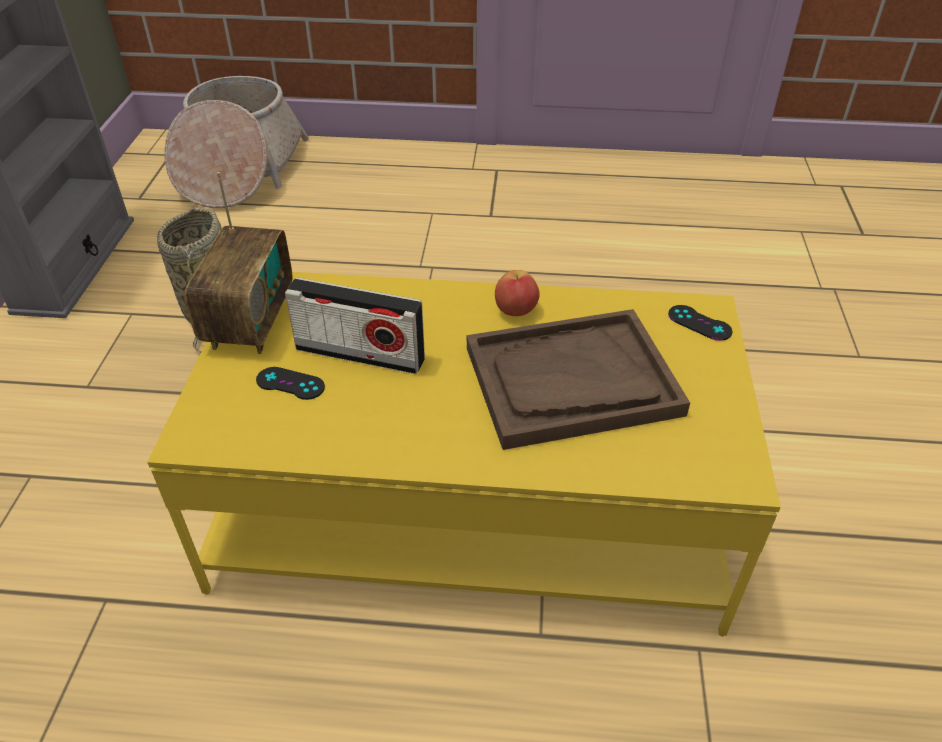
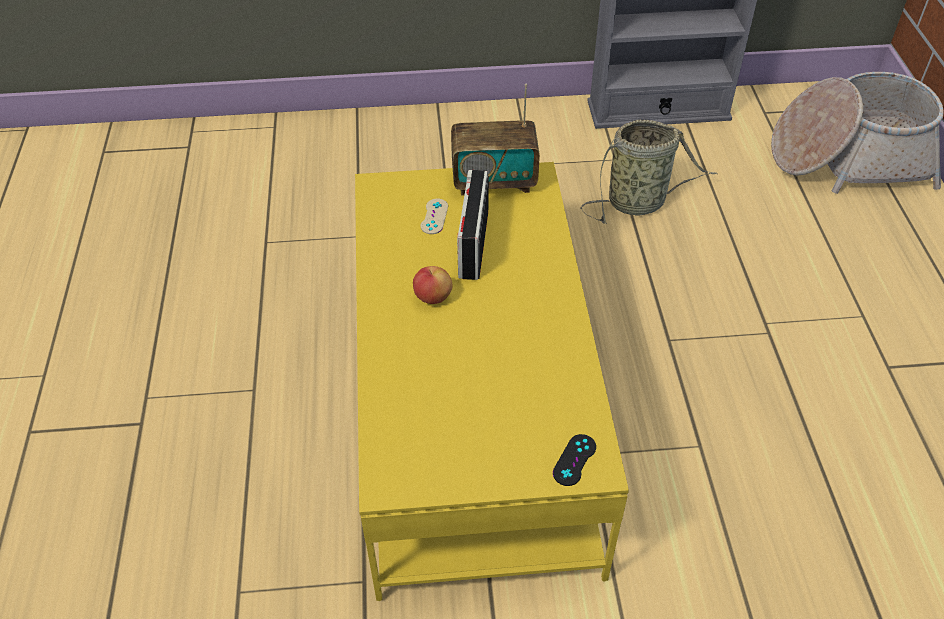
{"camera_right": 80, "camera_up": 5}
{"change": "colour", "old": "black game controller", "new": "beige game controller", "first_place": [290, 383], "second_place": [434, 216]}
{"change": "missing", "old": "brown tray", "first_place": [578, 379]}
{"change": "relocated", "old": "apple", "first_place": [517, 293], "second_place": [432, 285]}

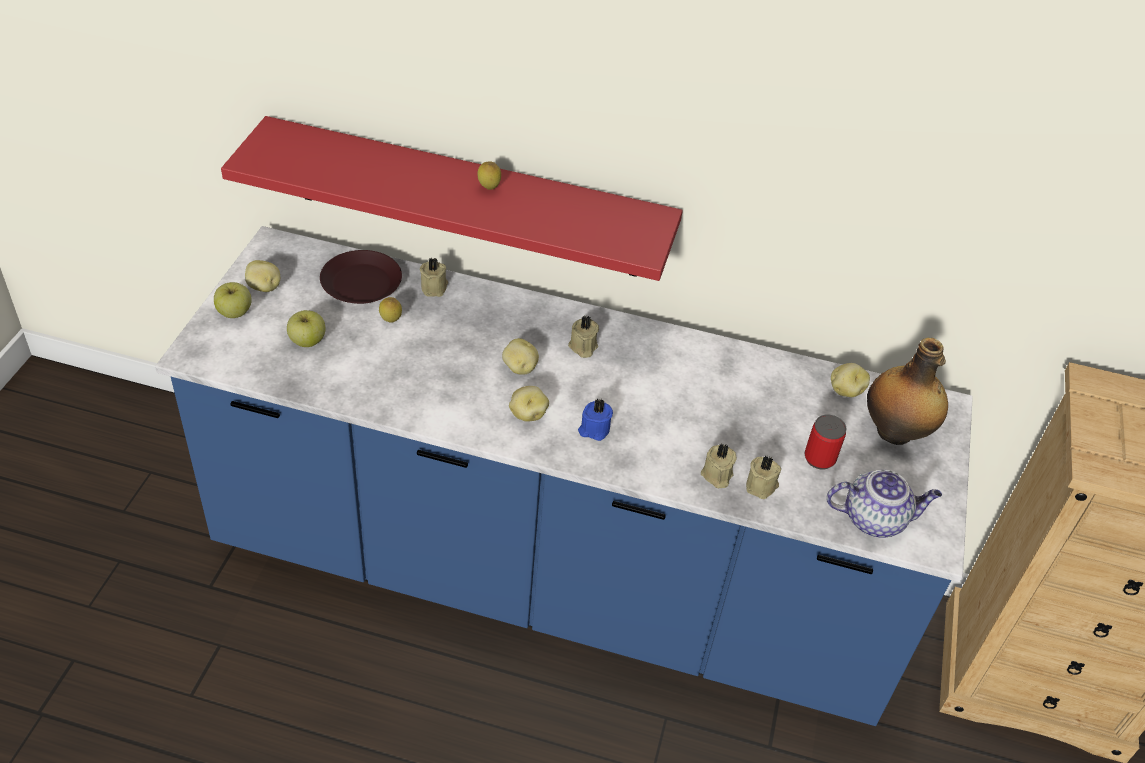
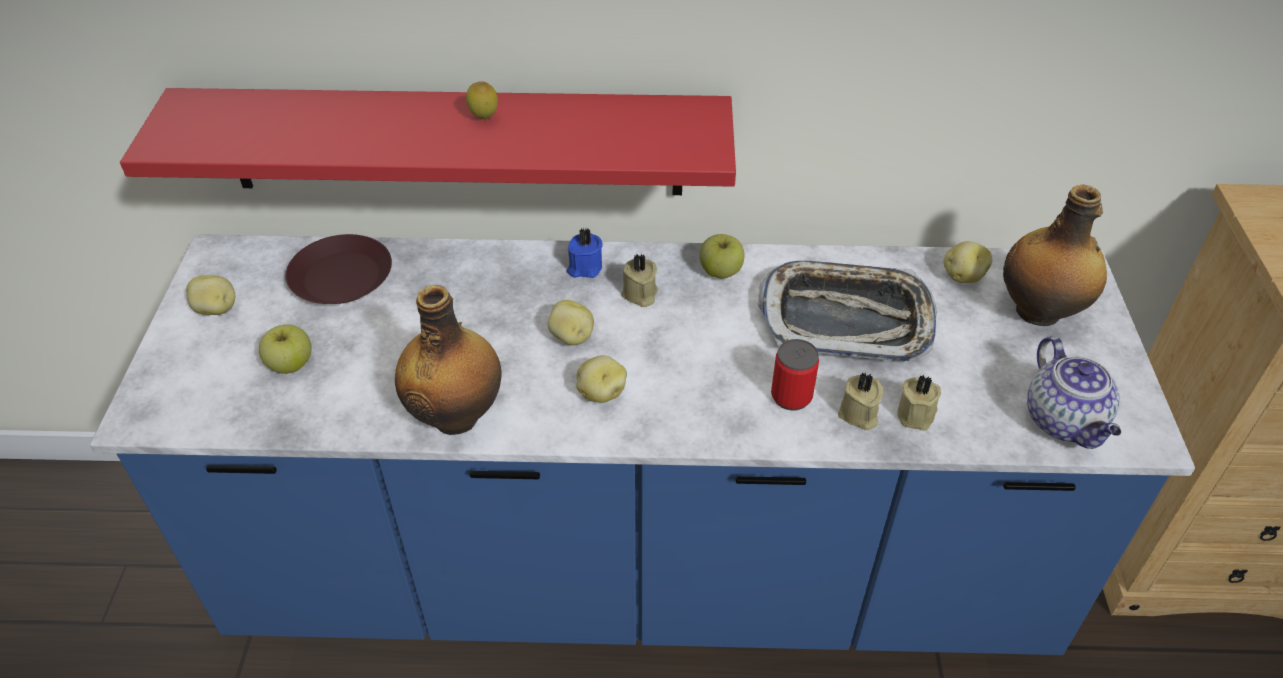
{"camera_right": -10, "camera_up": 0}
{"change": "relocated", "old": "apple", "first_place": [233, 300], "second_place": [722, 256]}
{"change": "missing", "old": "lemon", "first_place": [390, 310]}
{"change": "missing", "old": "beige candle", "first_place": [434, 277]}
{"change": "relocated", "old": "blue candle", "first_place": [595, 420], "second_place": [584, 252]}
{"change": "relocated", "old": "can", "first_place": [825, 442], "second_place": [795, 375]}
{"change": "spun", "old": "teapot", "first_place": [884, 503], "second_place": [1074, 392], "degrees": 90}
{"change": "appeared", "new": "bottle", "second_place": [448, 360]}
{"change": "appeared", "new": "tray", "second_place": [847, 311]}

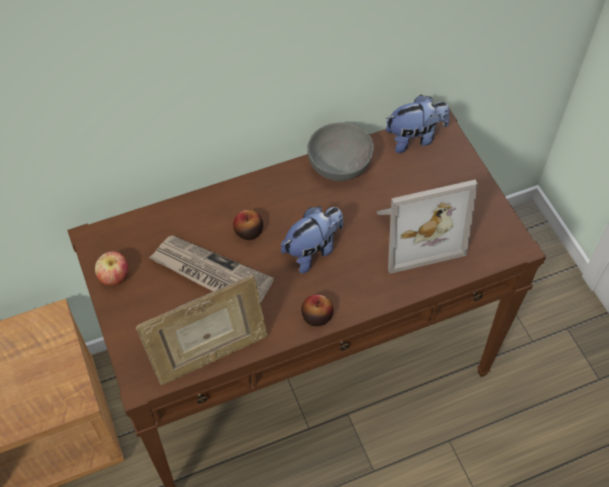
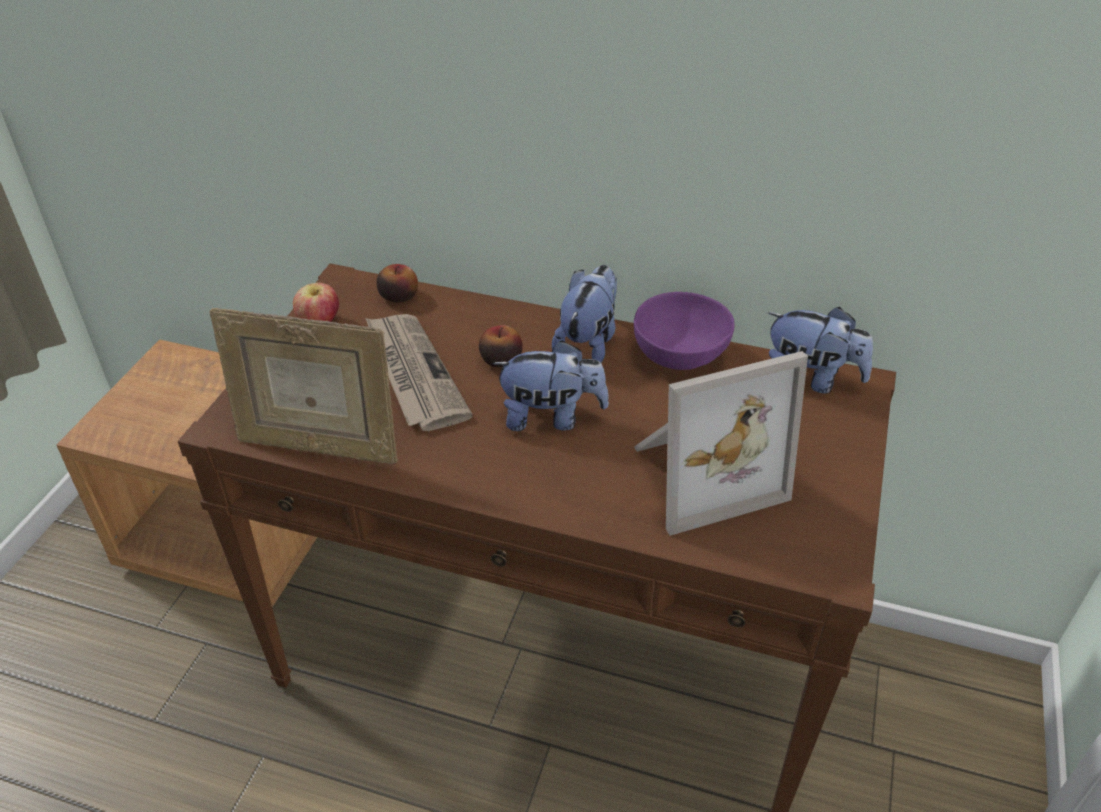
{"camera_right": 40, "camera_up": -15}
{"change": "relocated", "old": "apple", "first_place": [317, 310], "second_place": [397, 283]}
{"change": "colour", "old": "grey bowl", "new": "purple bowl", "first_place": [340, 151], "second_place": [684, 331]}
{"change": "spun", "old": "picture frame", "first_place": [427, 227], "second_place": [721, 443], "degrees": -45}
{"change": "appeared", "new": "plush toy", "second_place": [584, 314]}

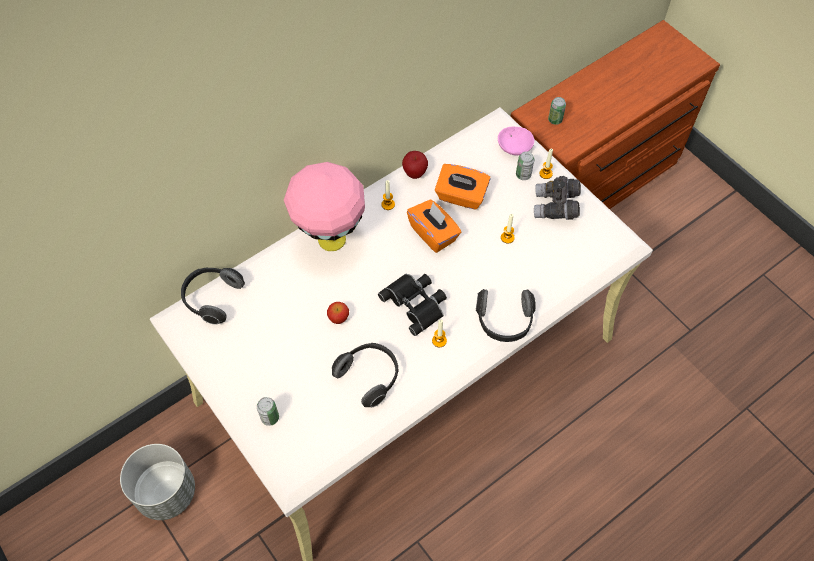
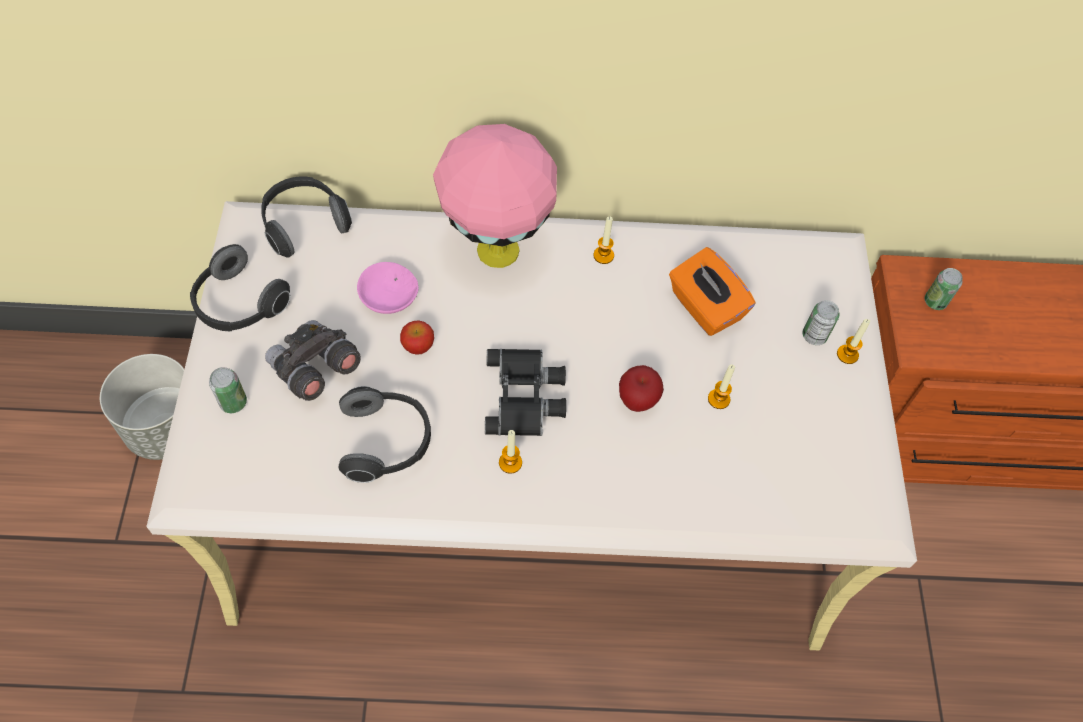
{"camera_right": 35, "camera_up": 0}
{"change": "relocated", "old": "apple", "first_place": [415, 165], "second_place": [641, 388]}
{"change": "missing", "old": "orange tissue box", "first_place": [434, 226]}
{"change": "relocated", "old": "headphones", "first_place": [506, 315], "second_place": [240, 287]}
{"change": "relocated", "old": "pink bowl", "first_place": [516, 141], "second_place": [387, 288]}
{"change": "relocated", "old": "grey binoculars", "first_place": [557, 198], "second_place": [313, 360]}

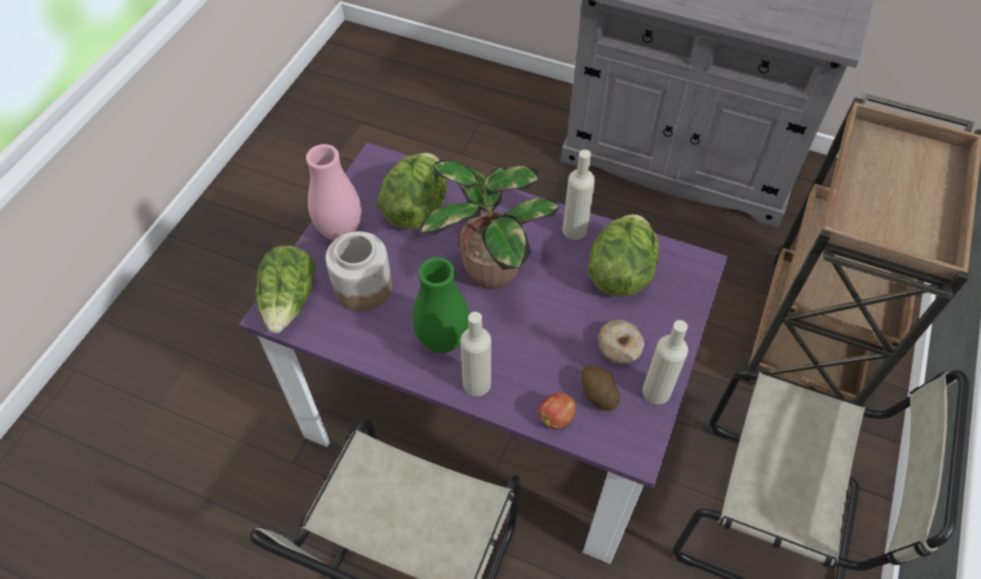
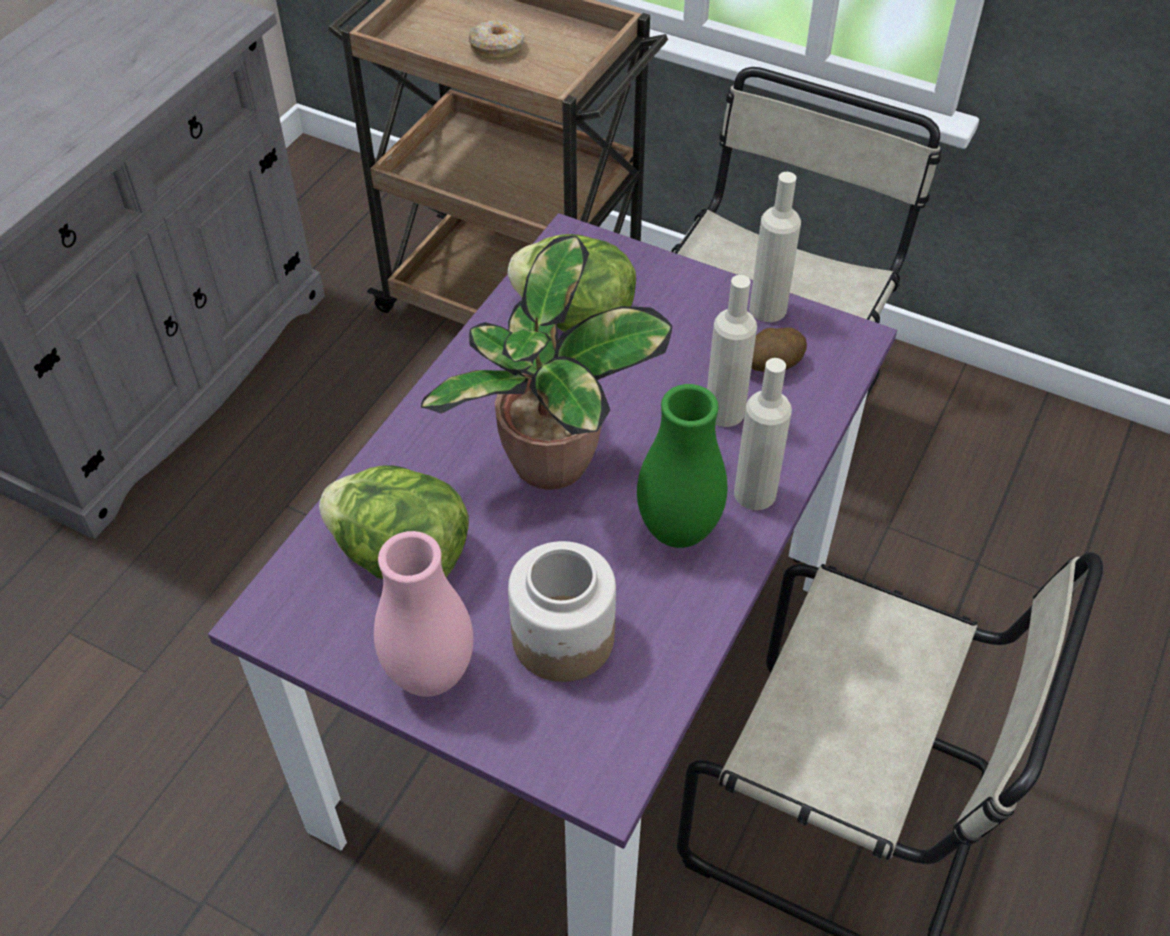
{"camera_right": -85, "camera_up": -5}
{"change": "missing", "old": "lettuce", "first_place": [286, 289]}
{"change": "missing", "old": "apple", "first_place": [557, 411]}
{"change": "relocated", "old": "beige bottle", "first_place": [578, 195], "second_place": [732, 351]}
{"change": "relocated", "old": "donut", "first_place": [621, 342], "second_place": [496, 40]}

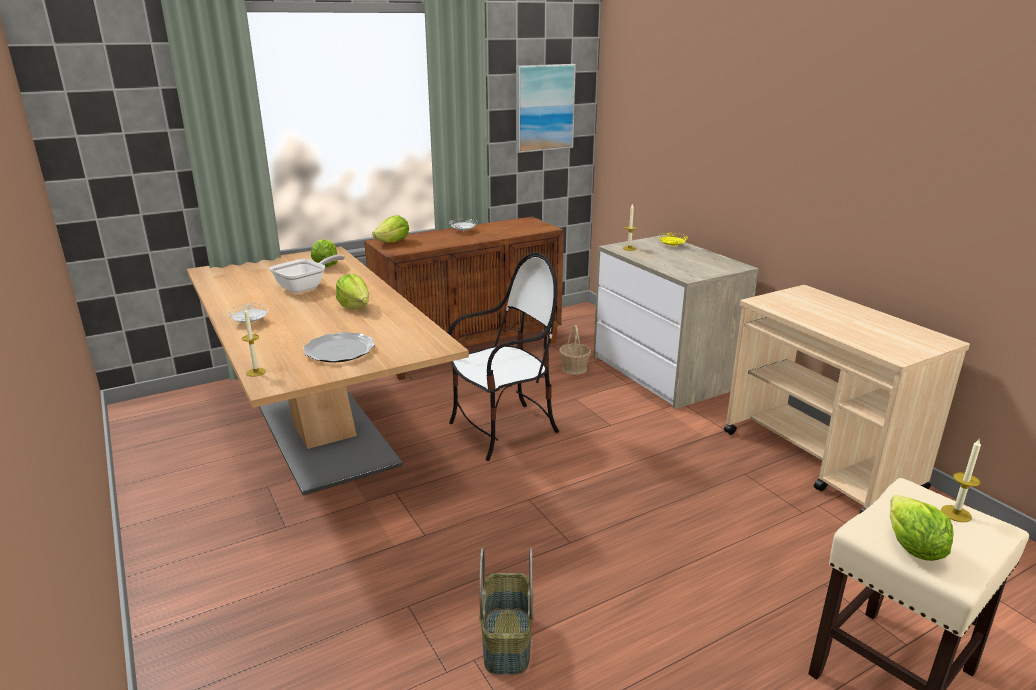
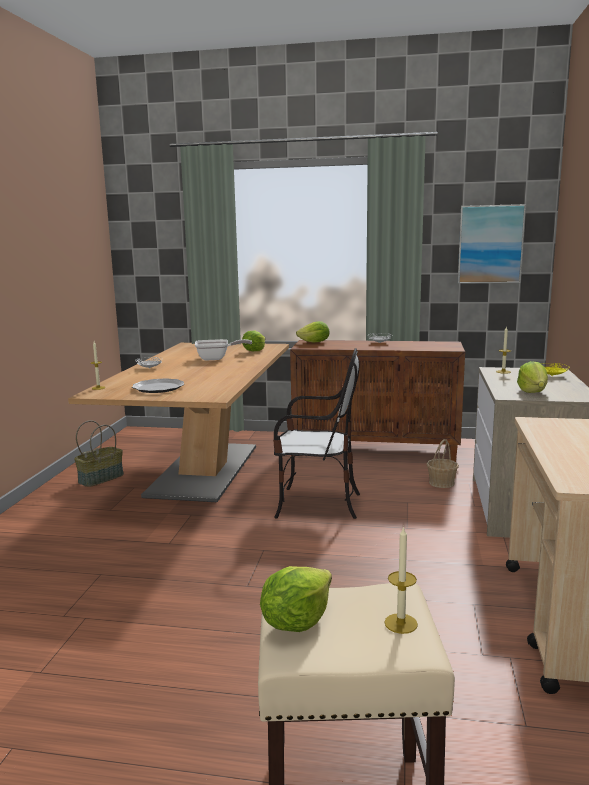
{"camera_right": 40, "camera_up": -10}
{"change": "relocated", "old": "lettuce", "first_place": [352, 292], "second_place": [532, 377]}
{"change": "relocated", "old": "basket", "first_place": [506, 610], "second_place": [99, 453]}

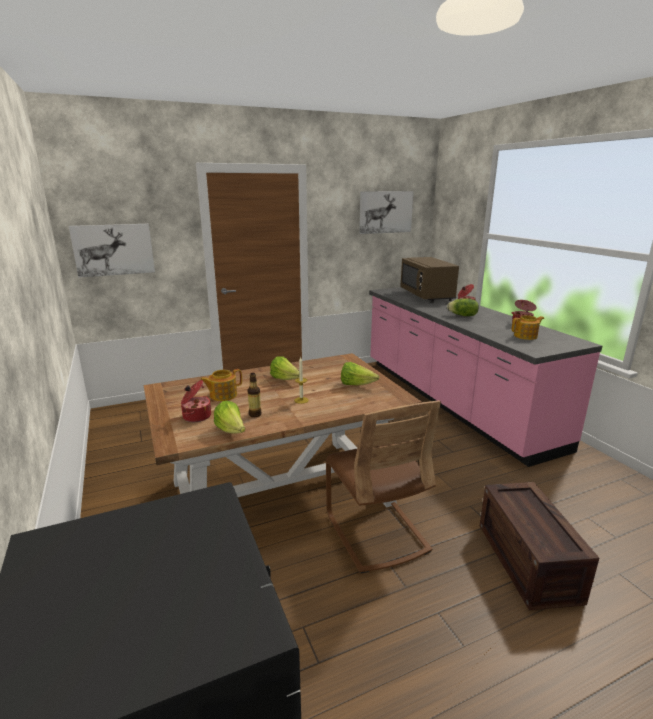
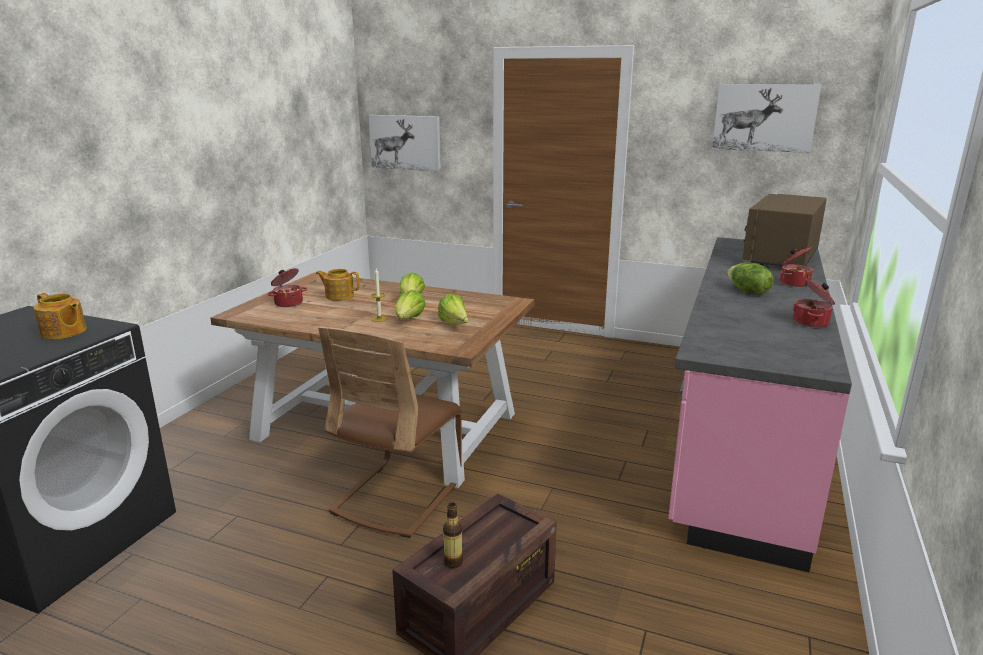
{"camera_right": 45, "camera_up": 0}
{"change": "relocated", "old": "lettuce", "first_place": [229, 417], "second_place": [410, 305]}
{"change": "relocated", "old": "bottle", "first_place": [254, 395], "second_place": [453, 535]}
{"change": "relocated", "old": "teapot", "first_place": [528, 327], "second_place": [60, 316]}

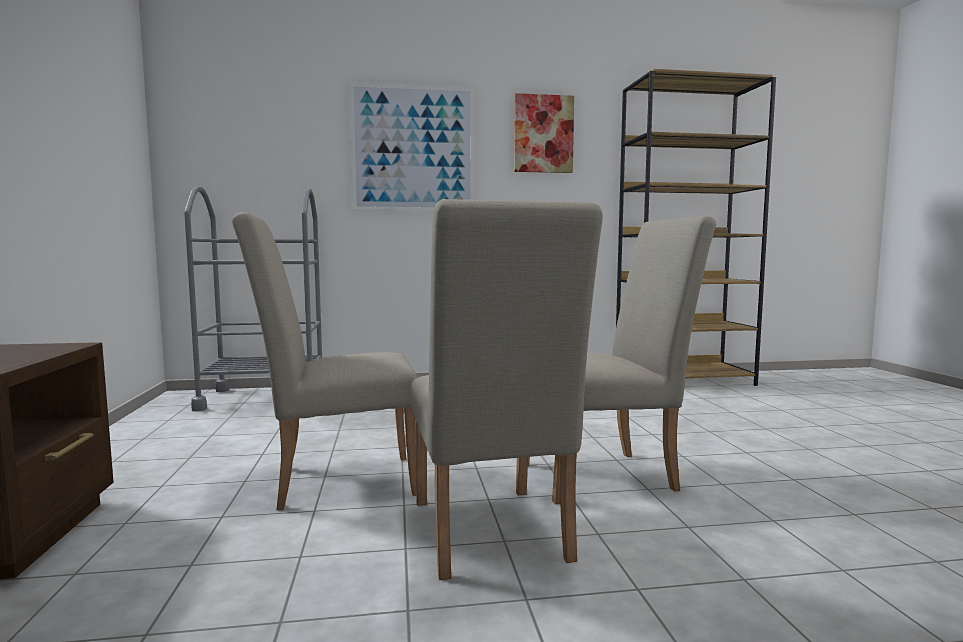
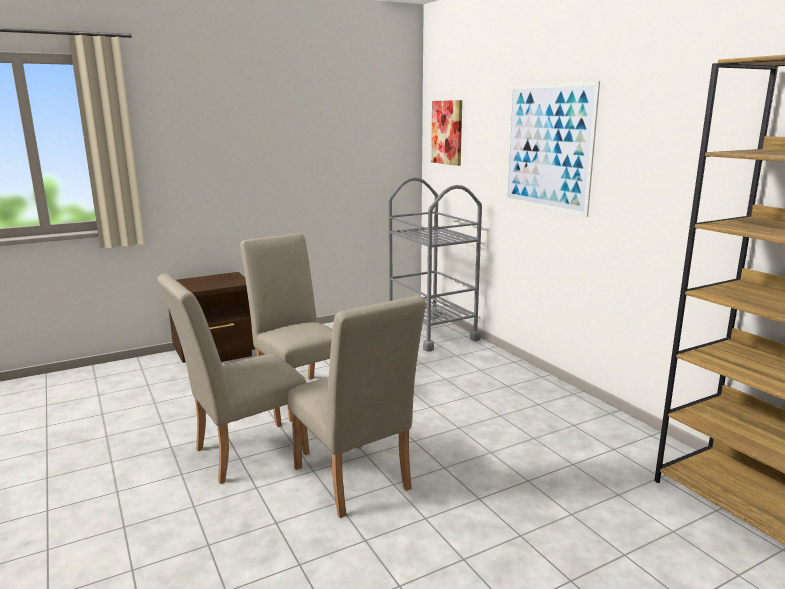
{"camera_right": 70, "camera_up": 10}
{"change": "relocated", "old": "picture", "first_place": [544, 133], "second_place": [446, 133]}

